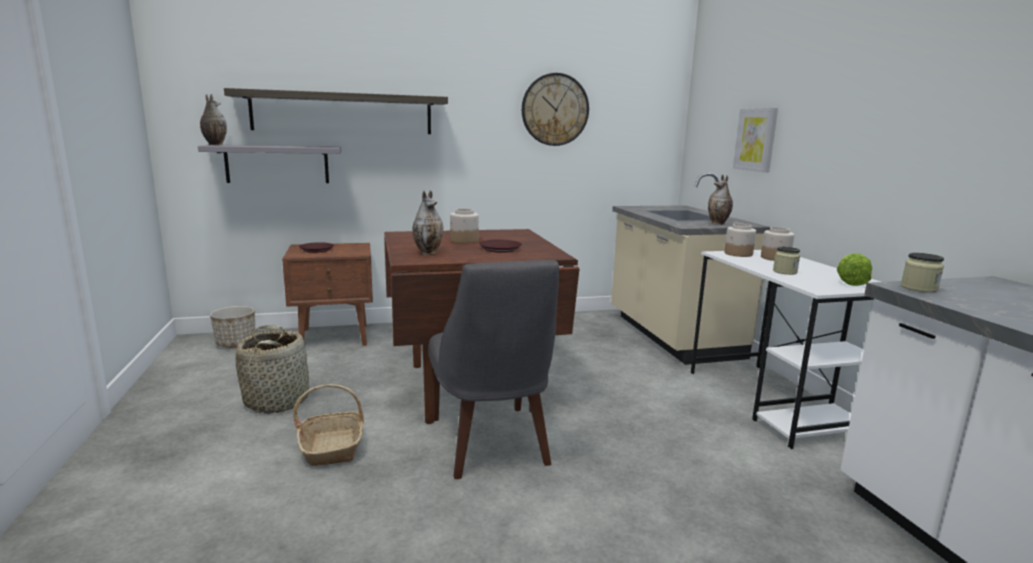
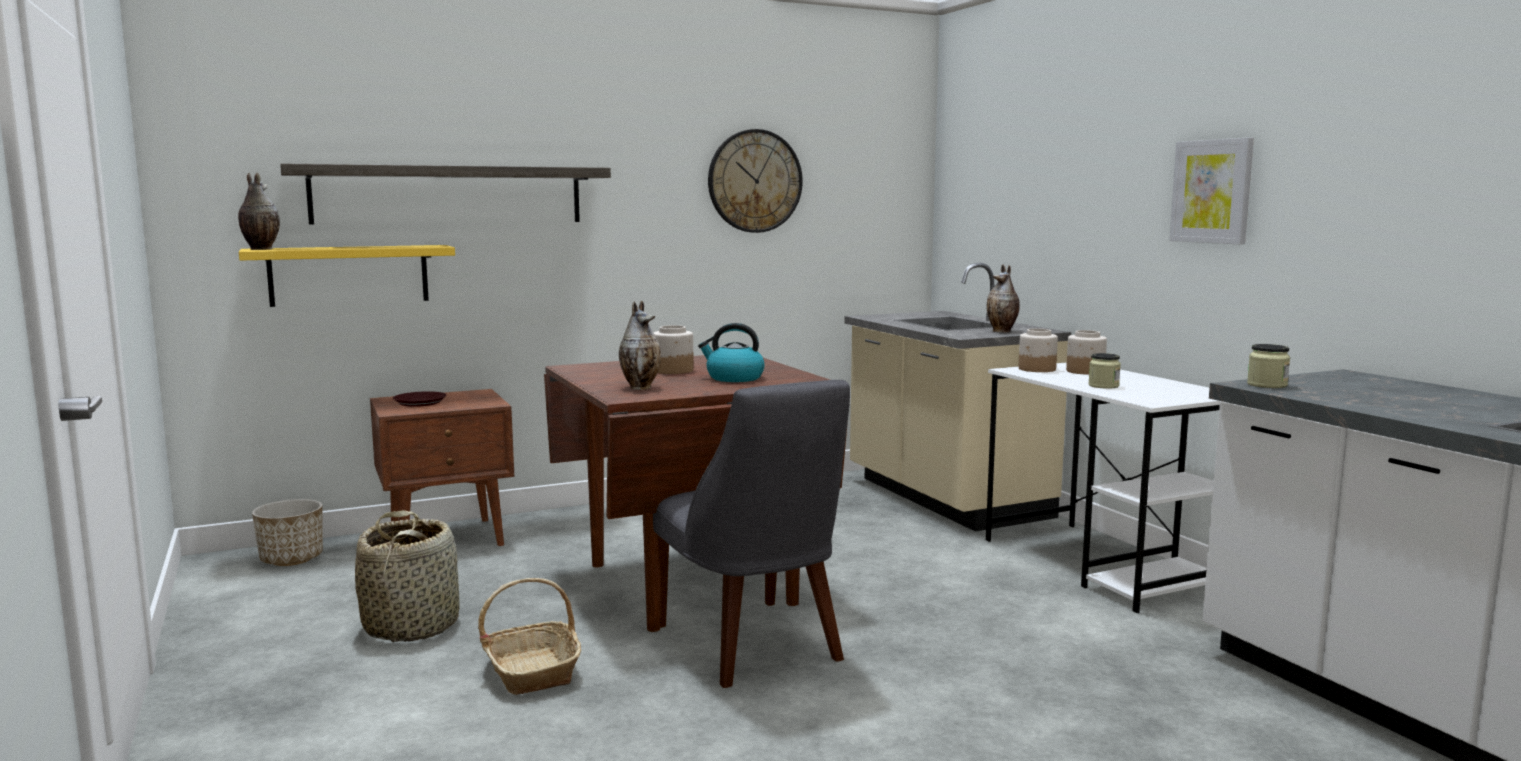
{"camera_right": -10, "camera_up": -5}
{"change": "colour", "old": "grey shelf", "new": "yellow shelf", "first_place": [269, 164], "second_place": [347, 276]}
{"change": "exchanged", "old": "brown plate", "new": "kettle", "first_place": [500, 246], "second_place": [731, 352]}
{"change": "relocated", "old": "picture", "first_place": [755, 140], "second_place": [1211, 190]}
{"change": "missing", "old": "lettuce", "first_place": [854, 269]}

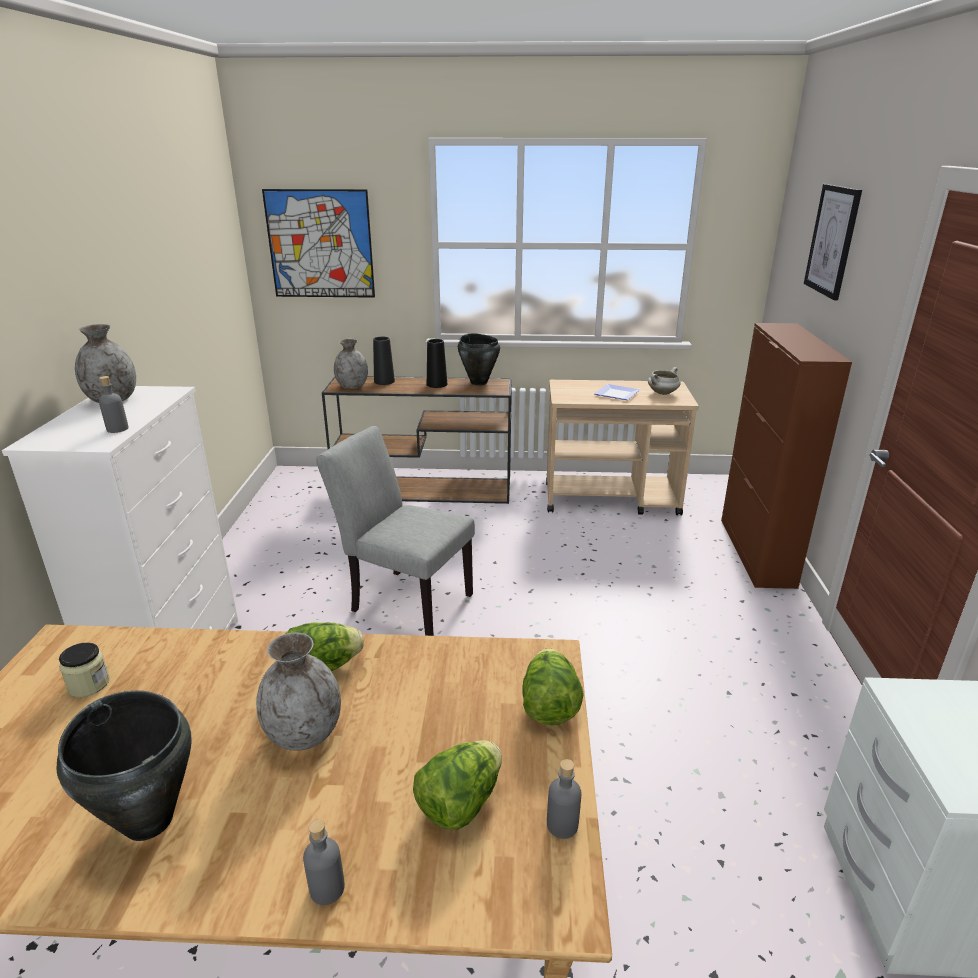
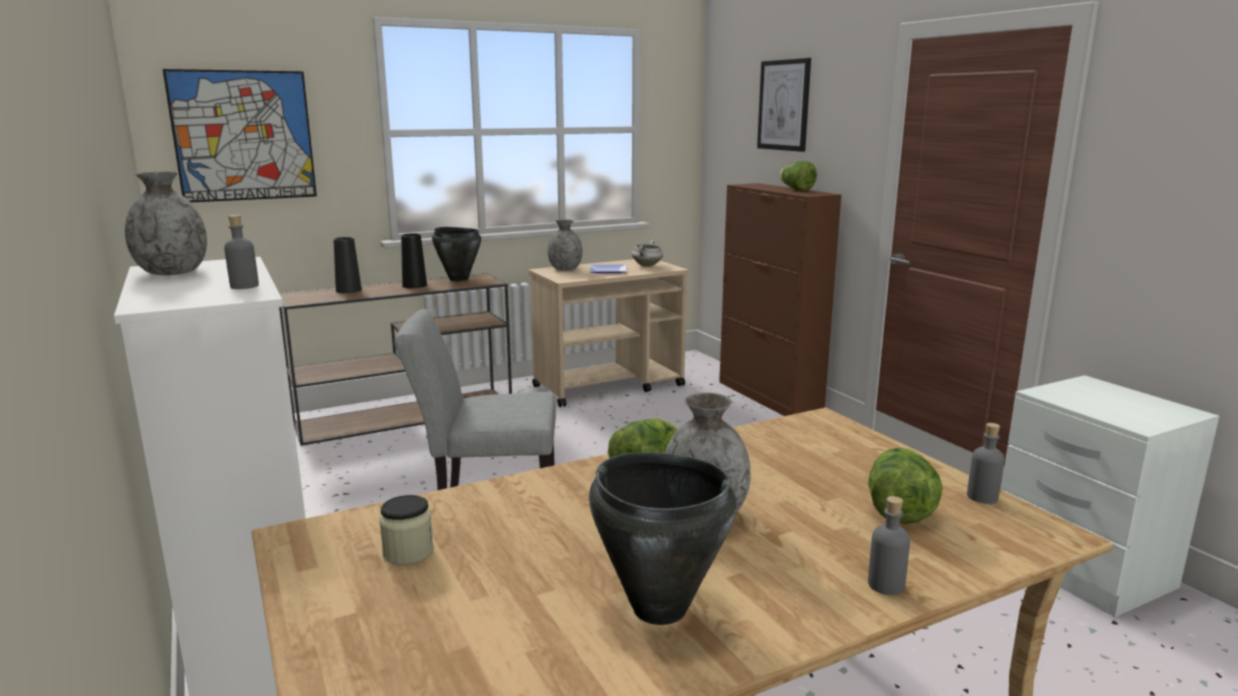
{"camera_right": -30, "camera_up": -10}
{"change": "relocated", "old": "grey vase", "first_place": [351, 364], "second_place": [565, 244]}
{"change": "relocated", "old": "lettuce", "first_place": [553, 686], "second_place": [798, 176]}

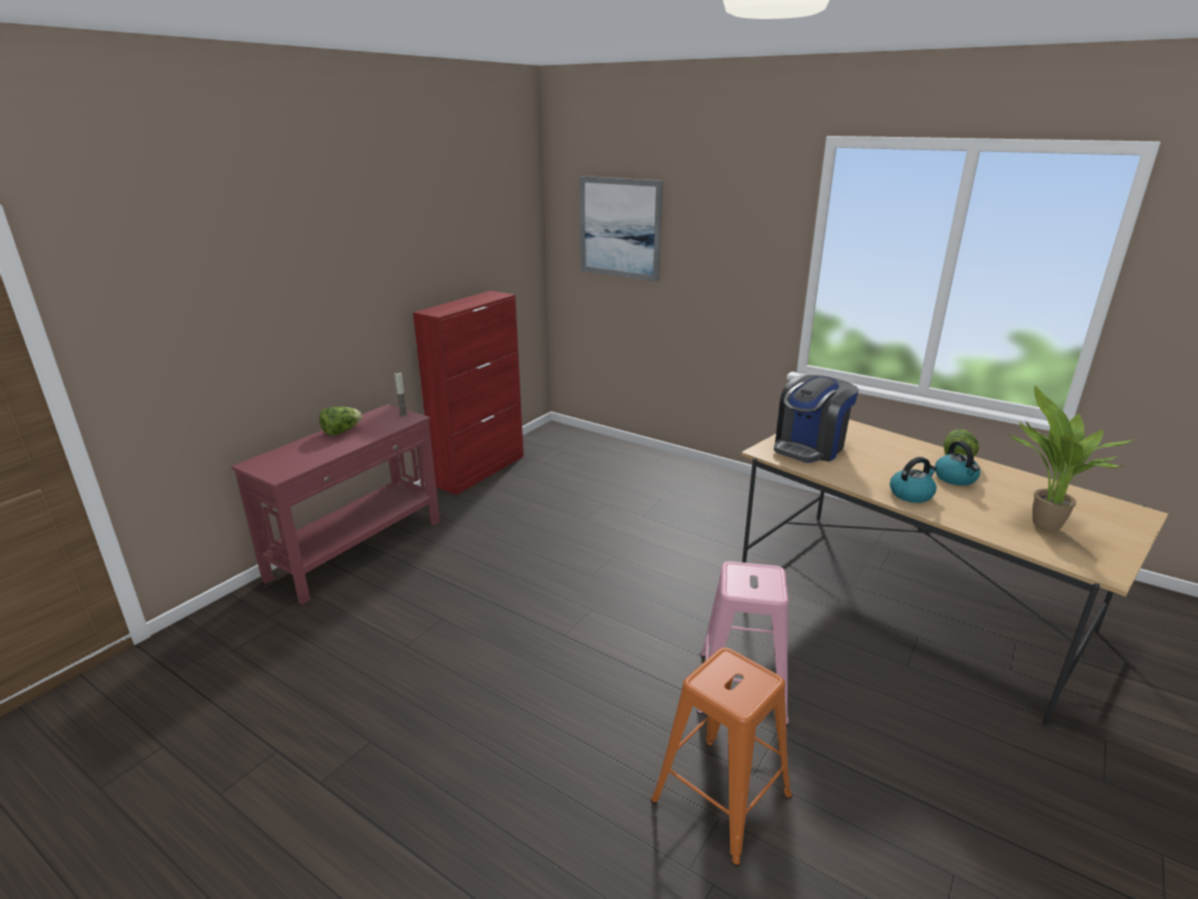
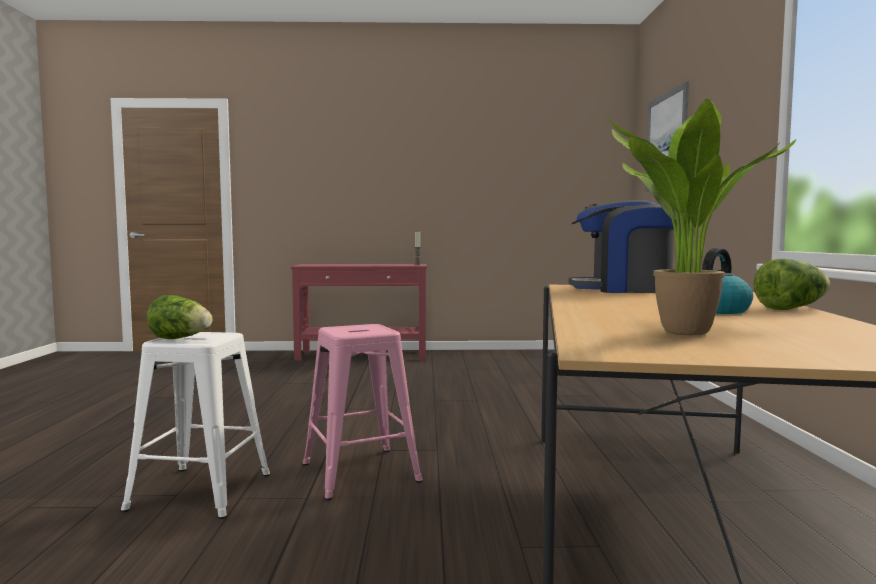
{"camera_right": 55, "camera_up": -20}
{"change": "relocated", "old": "lettuce", "first_place": [340, 421], "second_place": [179, 317]}
{"change": "missing", "old": "red cabinet", "first_place": [468, 393]}
{"change": "colour", "old": "orange stool", "new": "white stool", "first_place": [721, 756], "second_place": [195, 425]}
{"change": "missing", "old": "kettle", "first_place": [913, 480]}

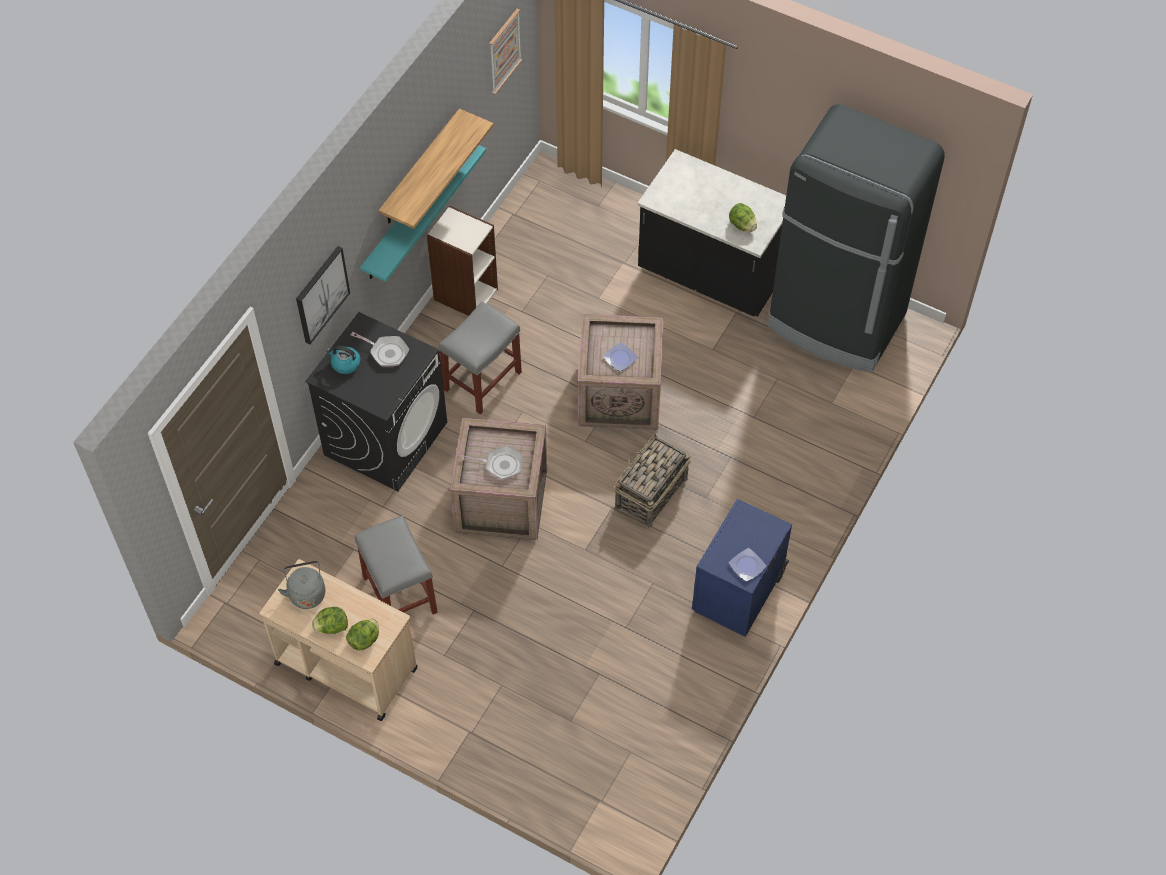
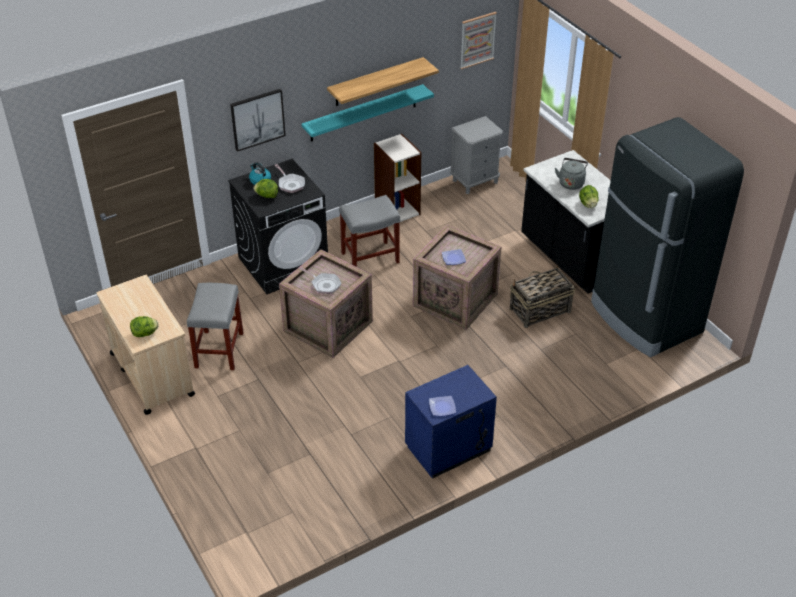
{"camera_right": 30, "camera_up": -15}
{"change": "relocated", "old": "grey kettle", "first_place": [301, 585], "second_place": [571, 174]}
{"change": "relocated", "old": "lettuce", "first_place": [330, 620], "second_place": [265, 188]}
{"change": "relocated", "old": "basket", "first_place": [652, 481], "second_place": [542, 296]}
{"change": "appeared", "new": "grey nightstand", "second_place": [476, 155]}

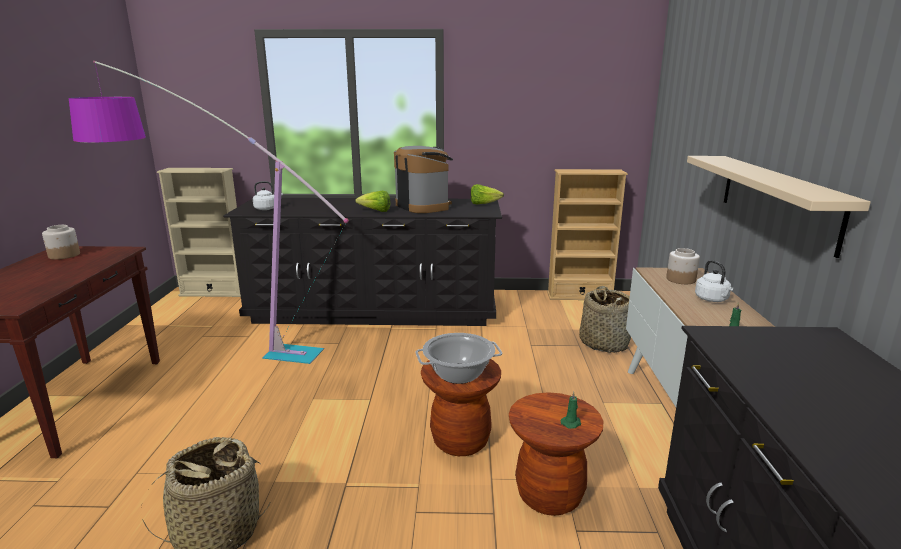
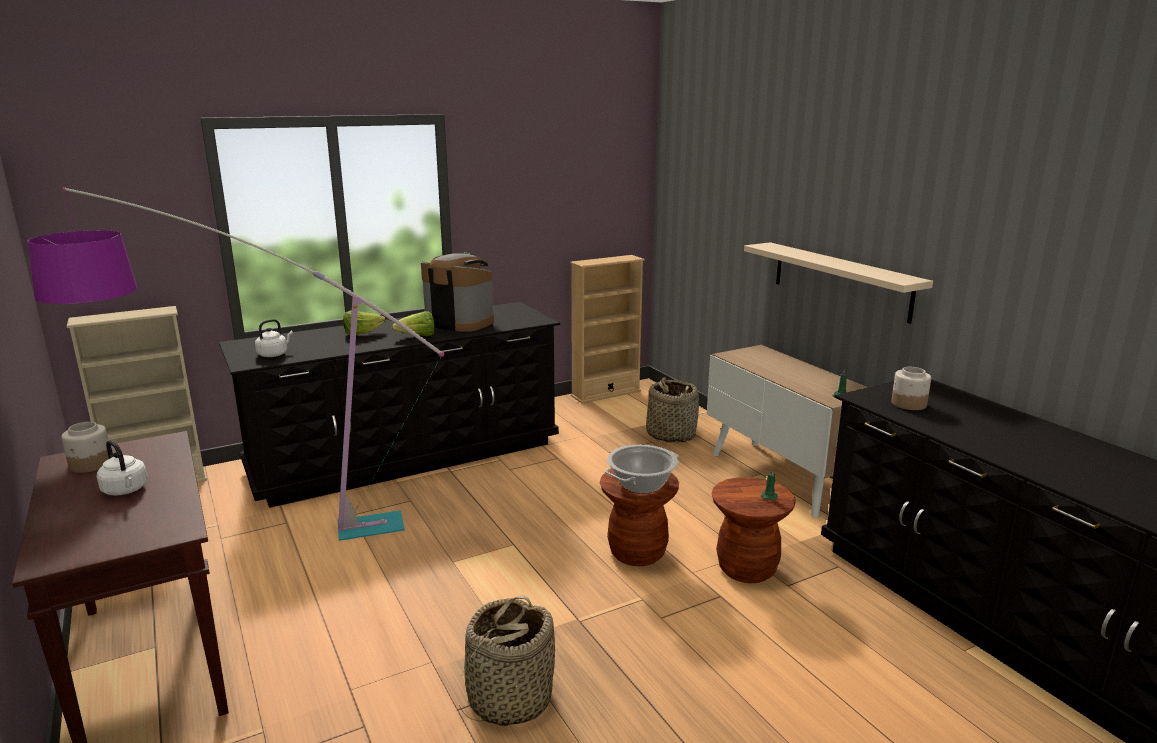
{"camera_right": -30, "camera_up": 0}
{"change": "relocated", "old": "lettuce", "first_place": [487, 194], "second_place": [364, 323]}
{"change": "relocated", "old": "jar", "first_place": [683, 266], "second_place": [911, 388]}
{"change": "relocated", "old": "white kettle", "first_place": [714, 281], "second_place": [122, 467]}

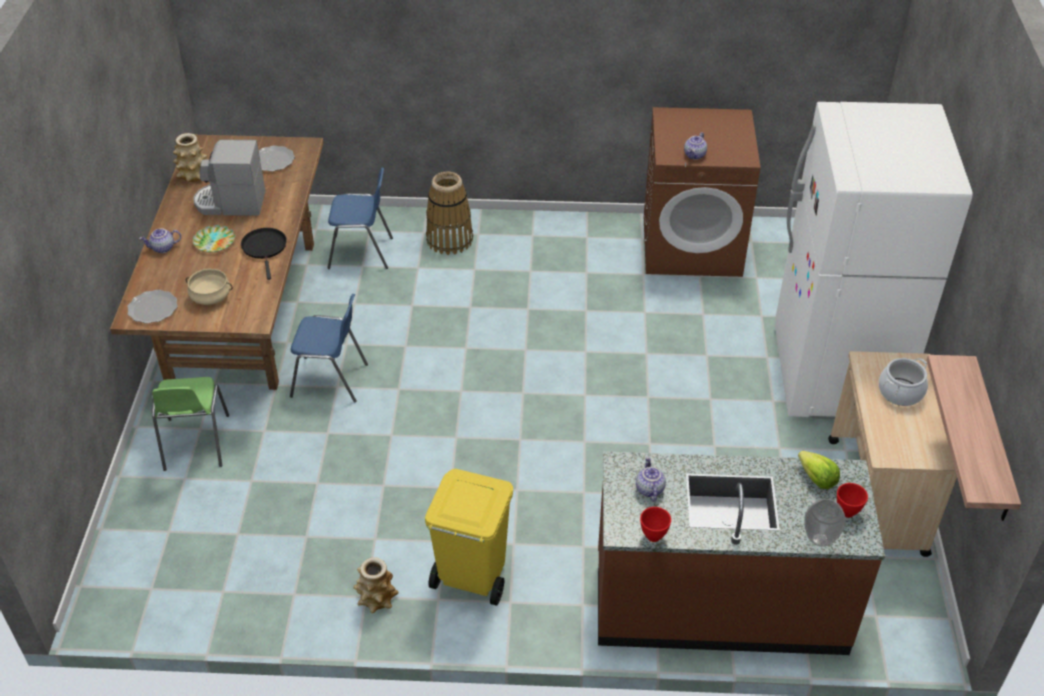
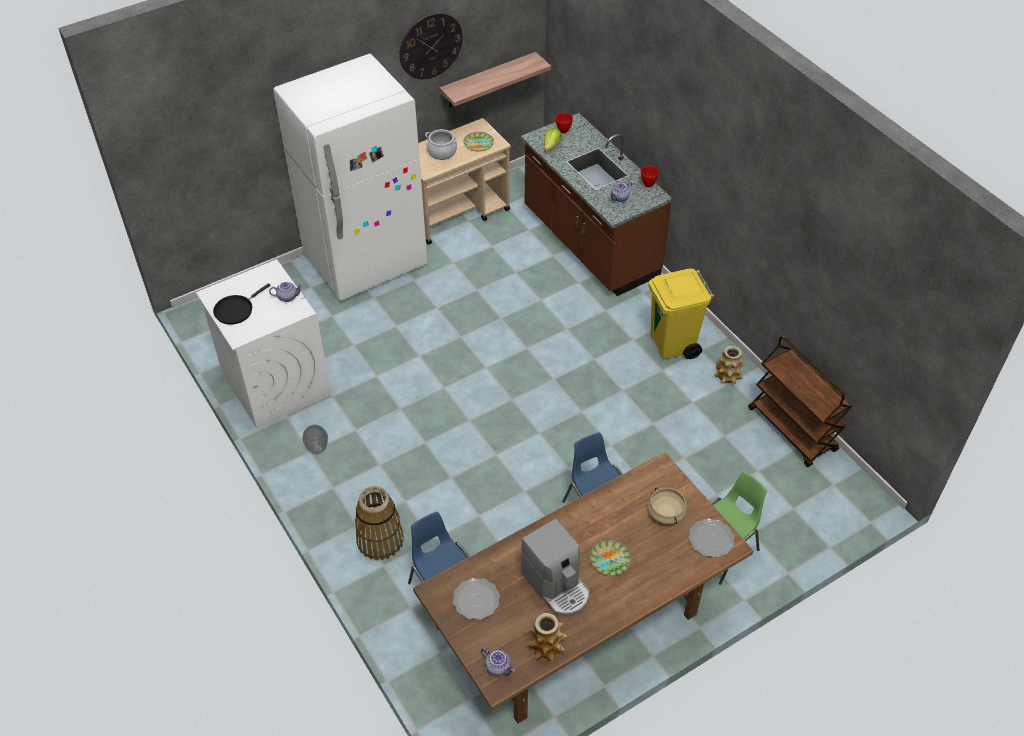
{"camera_right": -125, "camera_up": 5}
{"change": "relocated", "old": "teapot", "first_place": [160, 240], "second_place": [498, 662]}
{"change": "relocated", "old": "black frying pan", "first_place": [264, 254], "second_place": [242, 304]}
{"change": "colour", "old": "brown washing machine", "new": "white washing machine", "first_place": [702, 192], "second_place": [263, 344]}
{"change": "relocated", "old": "vase", "first_place": [825, 523], "second_place": [315, 439]}
{"change": "appeared", "new": "wall clock", "second_place": [431, 46]}
{"change": "appeared", "new": "plate", "second_place": [478, 141]}
{"change": "appeared", "new": "brown cart", "second_place": [800, 401]}

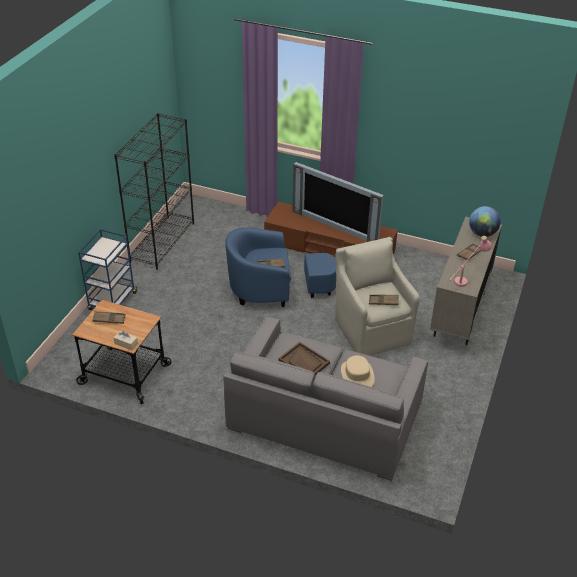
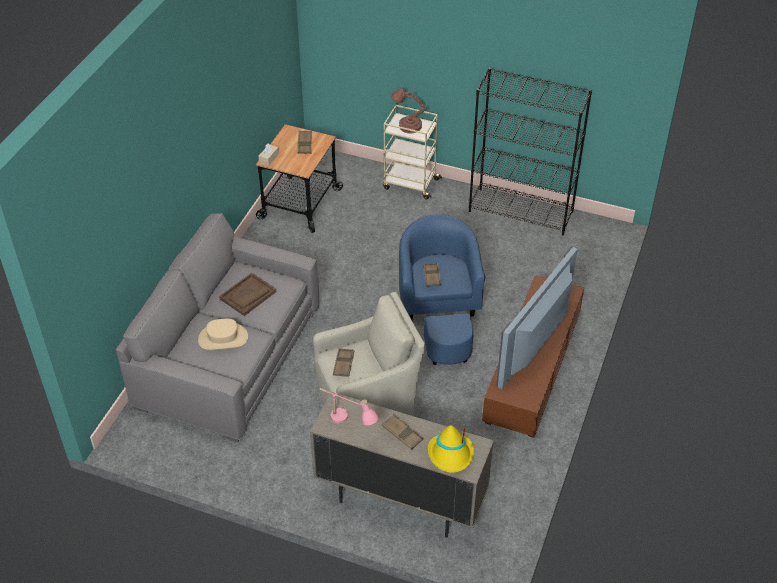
{"camera_right": 90, "camera_up": 5}
{"change": "colour", "old": "blue cart", "new": "beige cart", "first_place": [107, 269], "second_place": [412, 152]}
{"change": "exchanged", "old": "globe", "new": "yellow hat", "first_place": [485, 221], "second_place": [451, 449]}
{"change": "appeared", "new": "brown table lamp", "second_place": [409, 111]}

